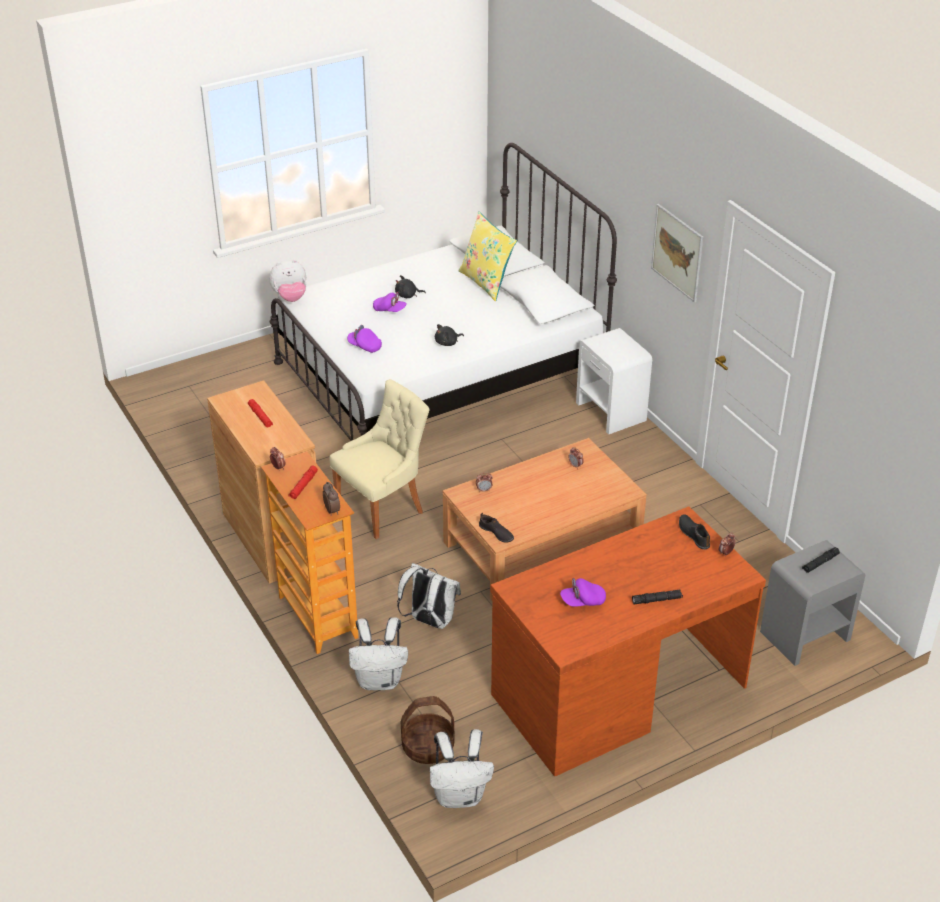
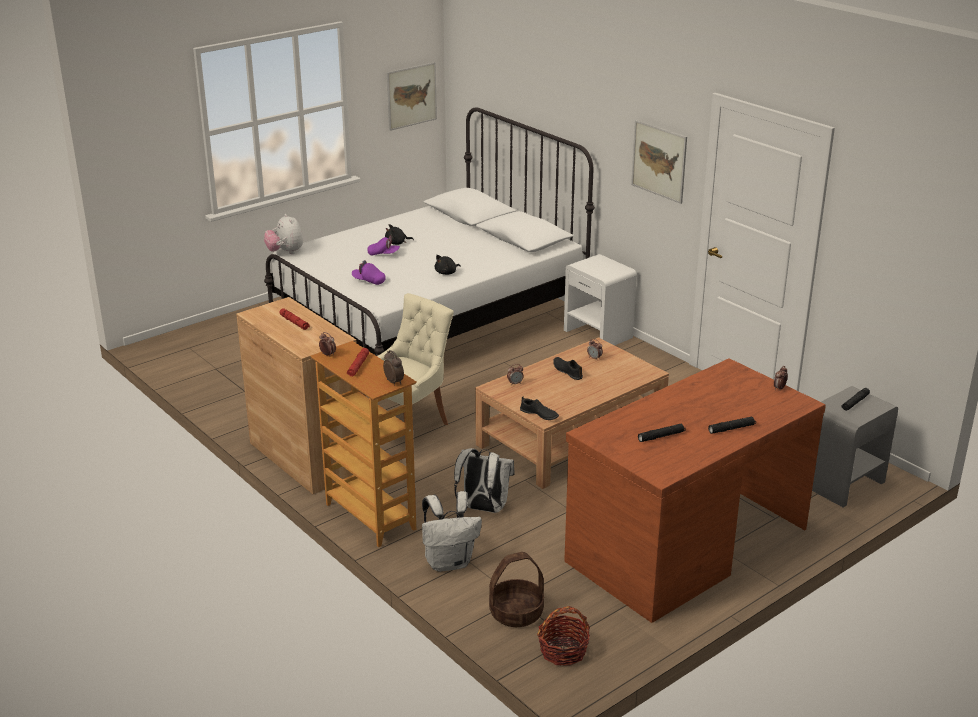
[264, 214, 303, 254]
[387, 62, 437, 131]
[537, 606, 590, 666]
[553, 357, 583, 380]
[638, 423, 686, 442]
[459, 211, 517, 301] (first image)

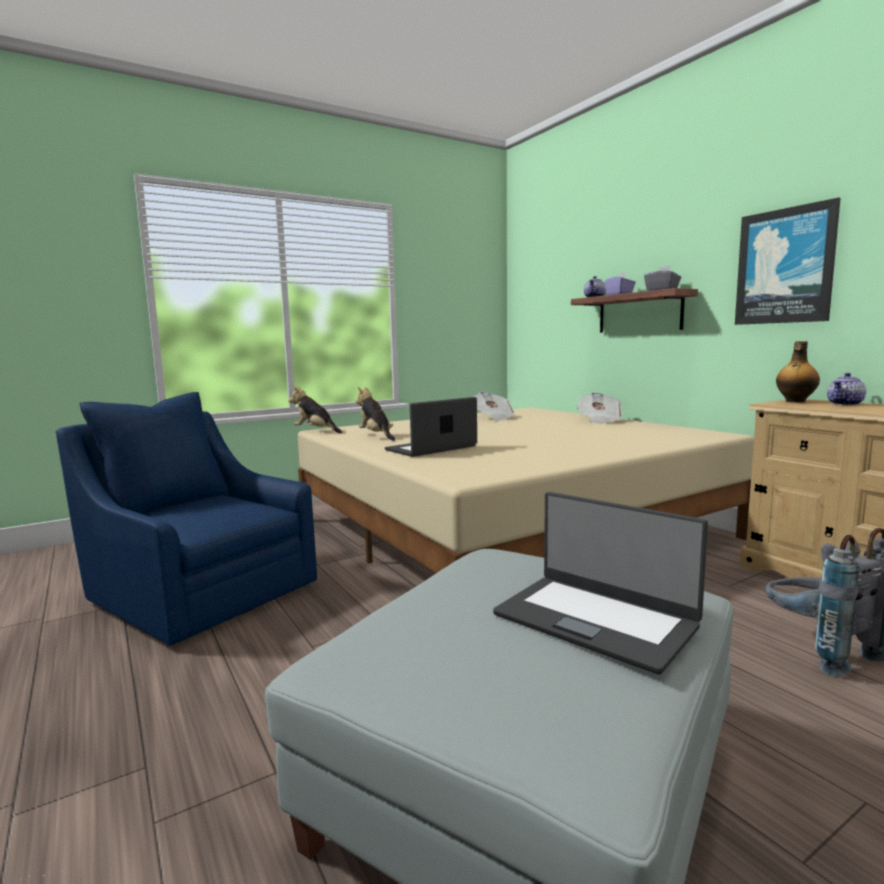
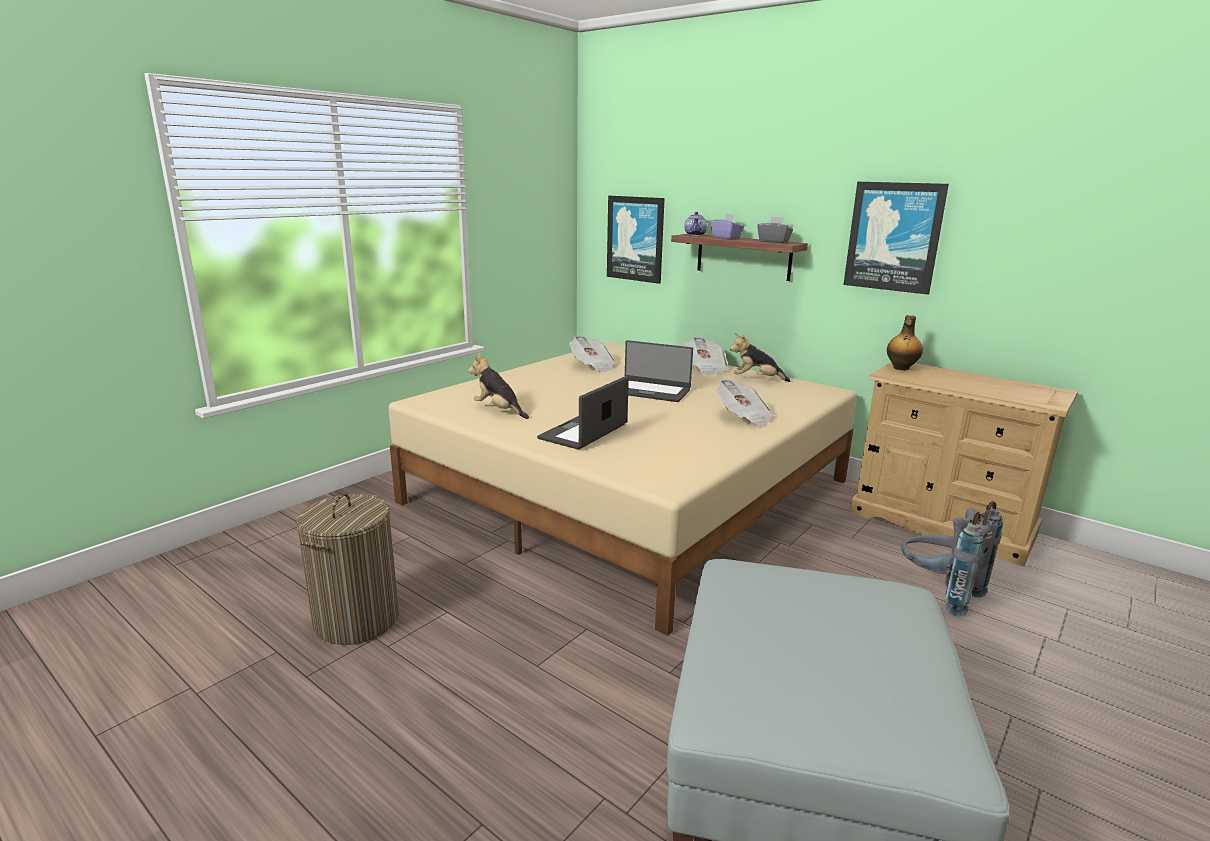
[296, 494, 399, 645]
[607, 196, 665, 284]
[625, 340, 693, 402]
[717, 379, 774, 428]
[730, 333, 790, 382]
[827, 373, 866, 406] (first image)

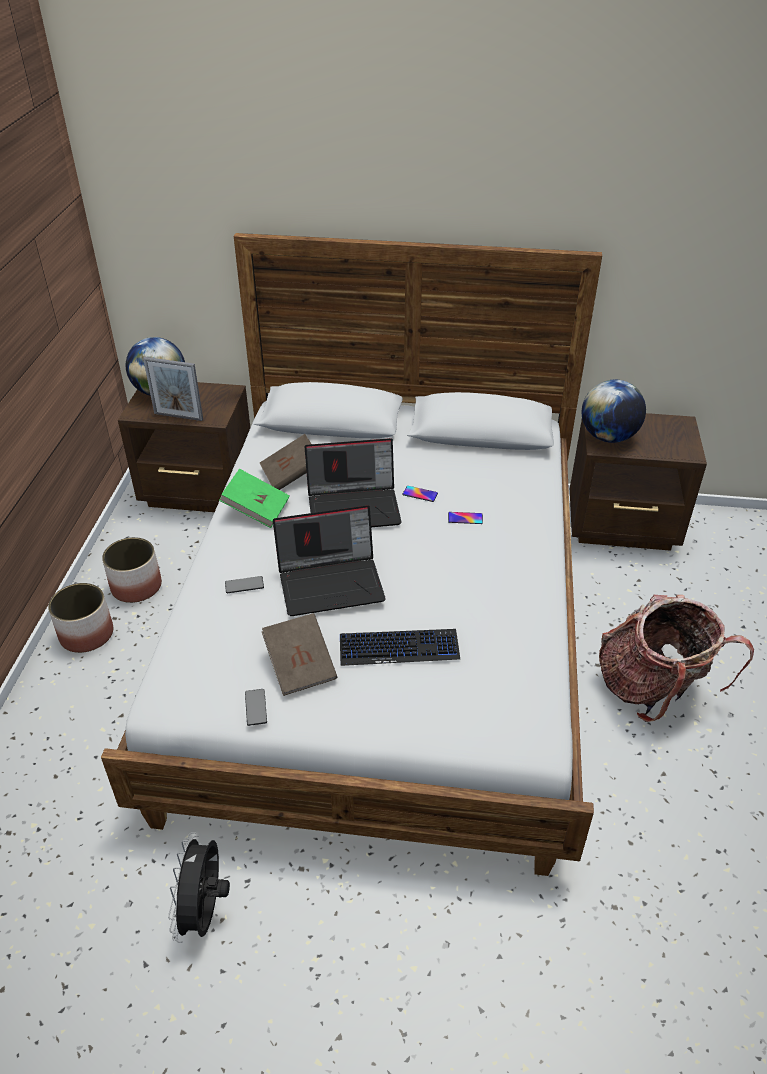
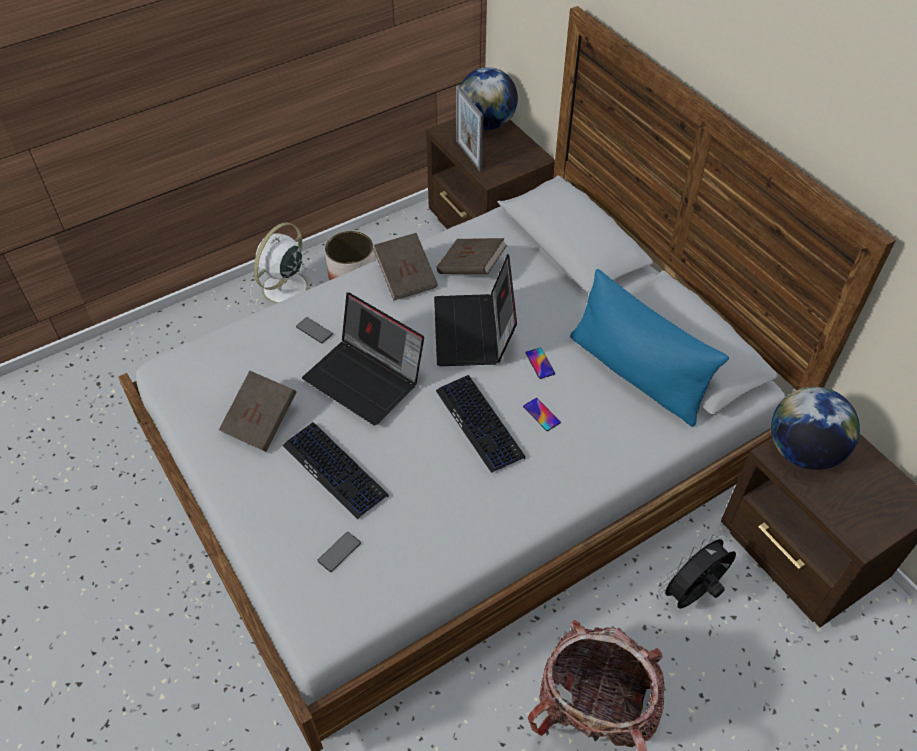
[250, 222, 317, 309]
[317, 532, 361, 572]
[373, 233, 438, 301]
[434, 254, 517, 366]
[436, 375, 525, 473]
[570, 269, 729, 427]
[658, 533, 736, 609]

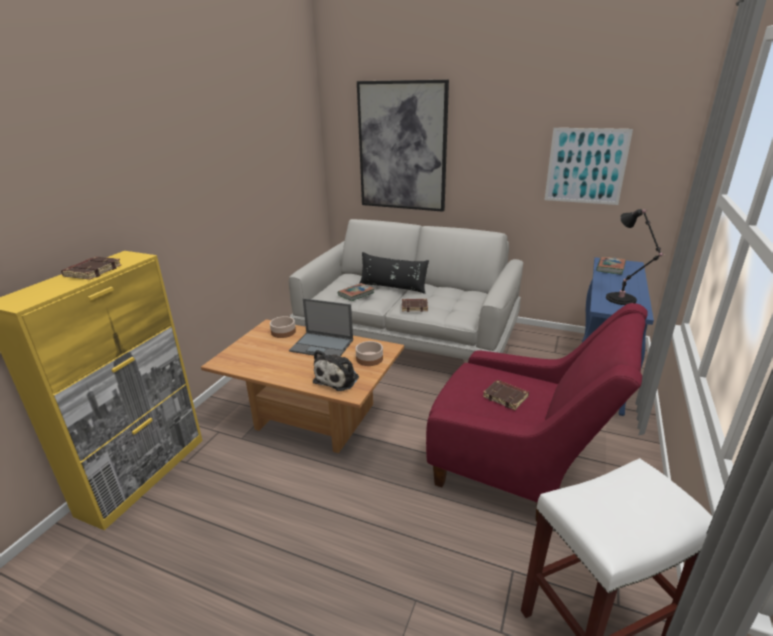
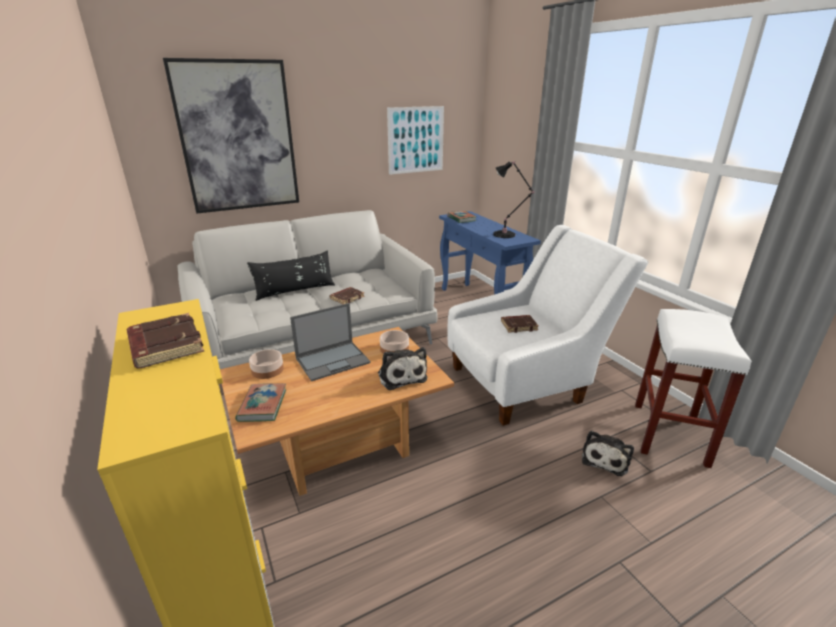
[235, 383, 286, 422]
[448, 225, 648, 426]
[582, 431, 634, 476]

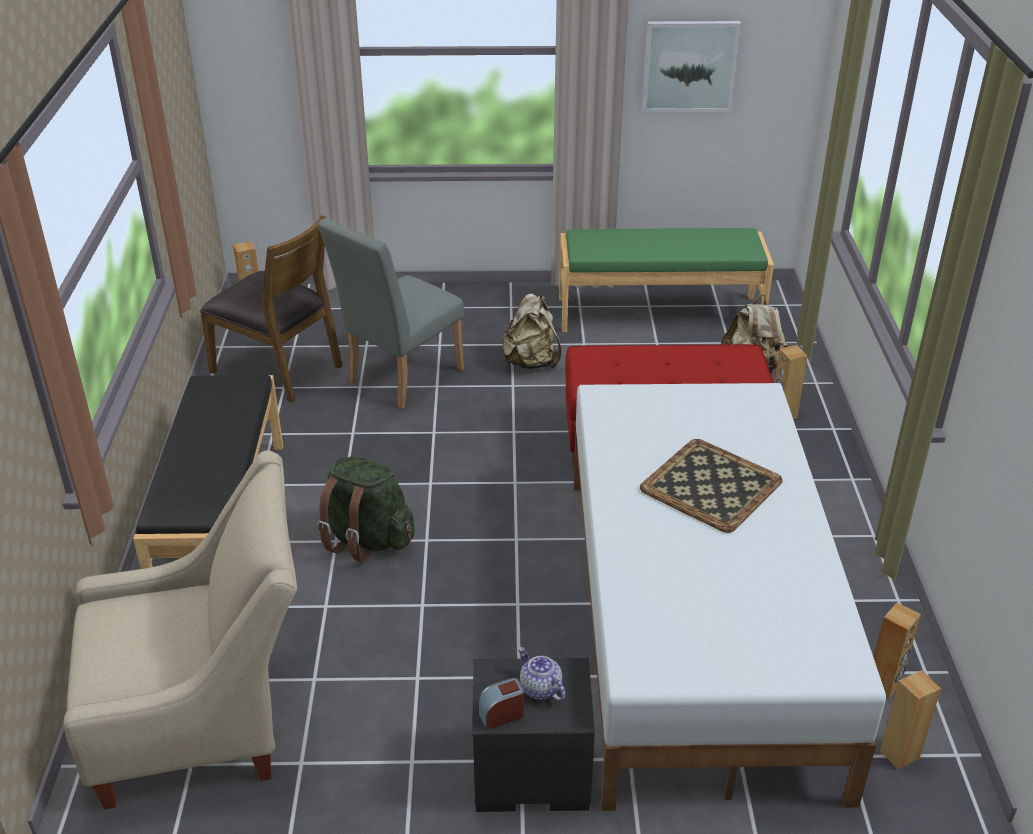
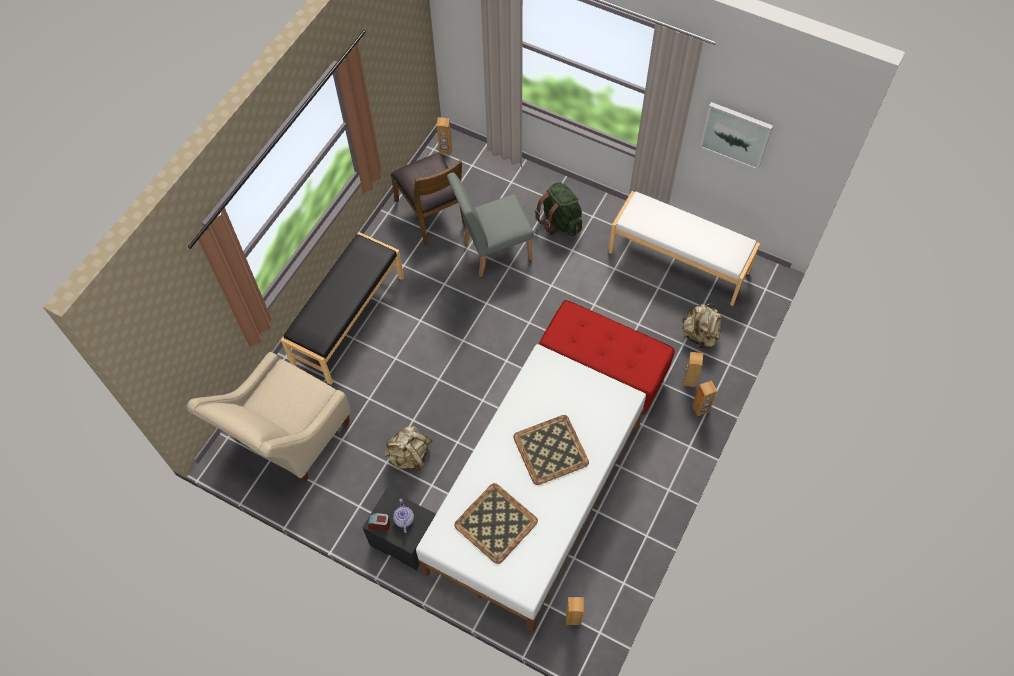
[186, 352, 351, 482]
[385, 426, 432, 471]
[454, 483, 538, 564]
[535, 182, 582, 236]
[608, 191, 760, 306]
[692, 381, 717, 416]

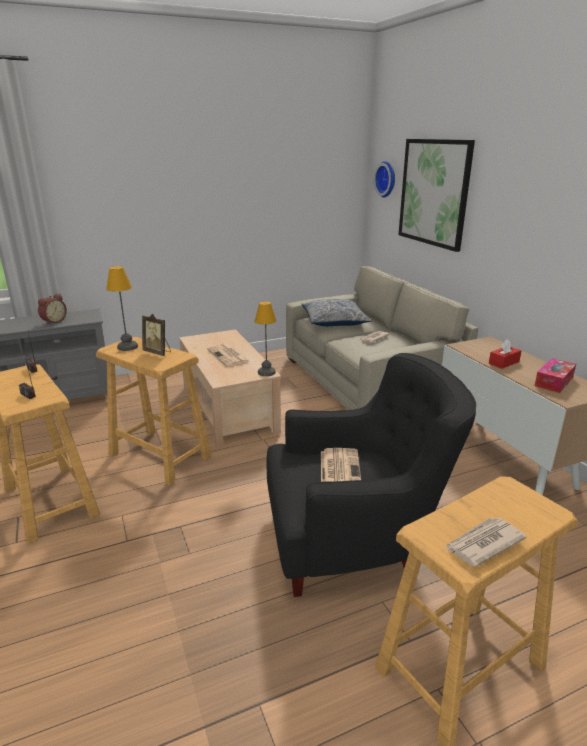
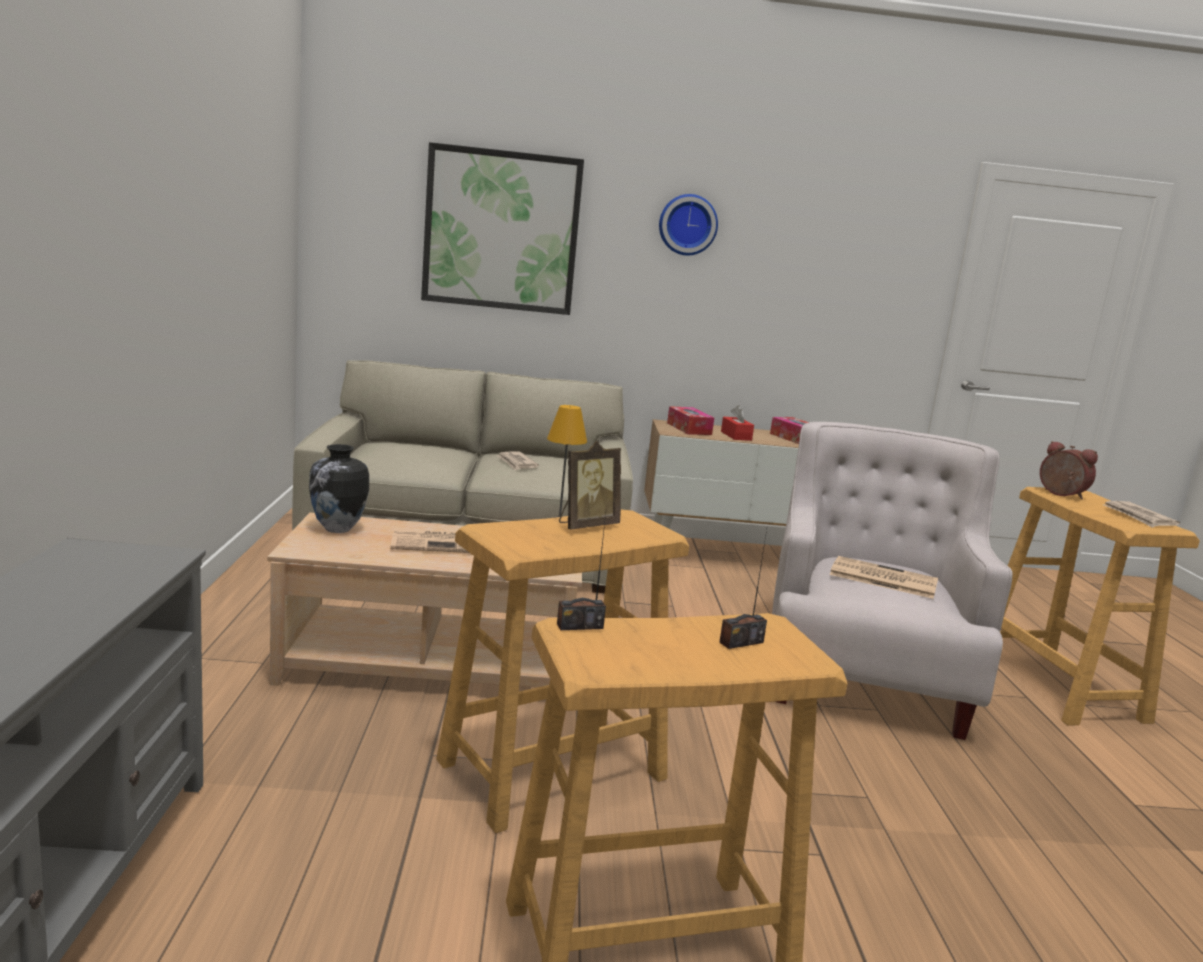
[309, 444, 369, 533]
[659, 194, 718, 255]
[667, 406, 714, 435]
[772, 422, 1013, 740]
[1040, 441, 1098, 499]
[106, 266, 138, 351] (first image)
[301, 299, 372, 326] (first image)

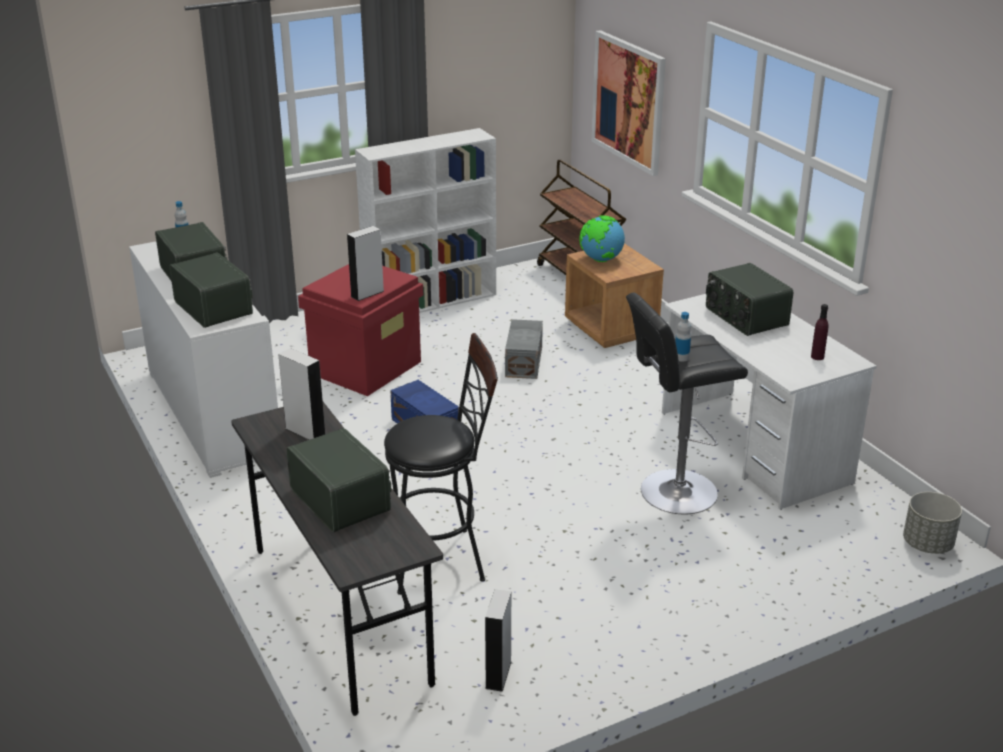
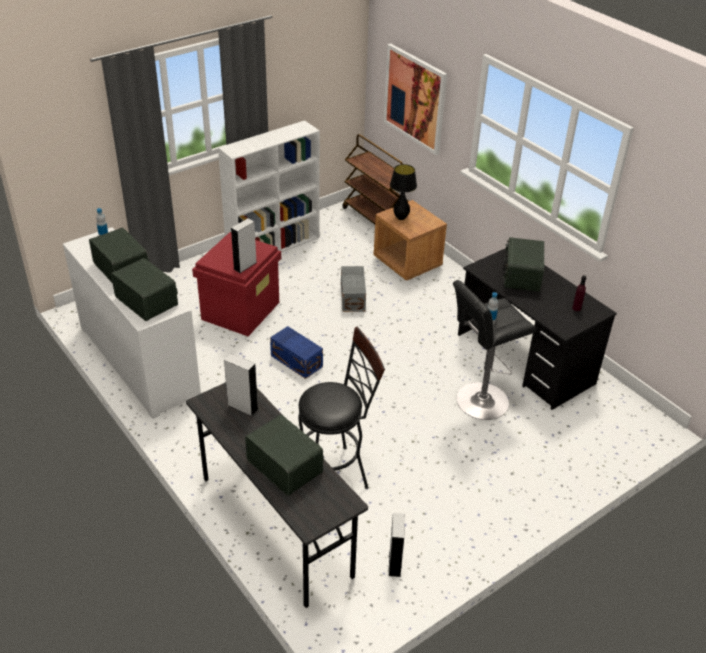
[390, 164, 417, 220]
[458, 248, 617, 410]
[502, 237, 544, 292]
[903, 492, 962, 554] (first image)

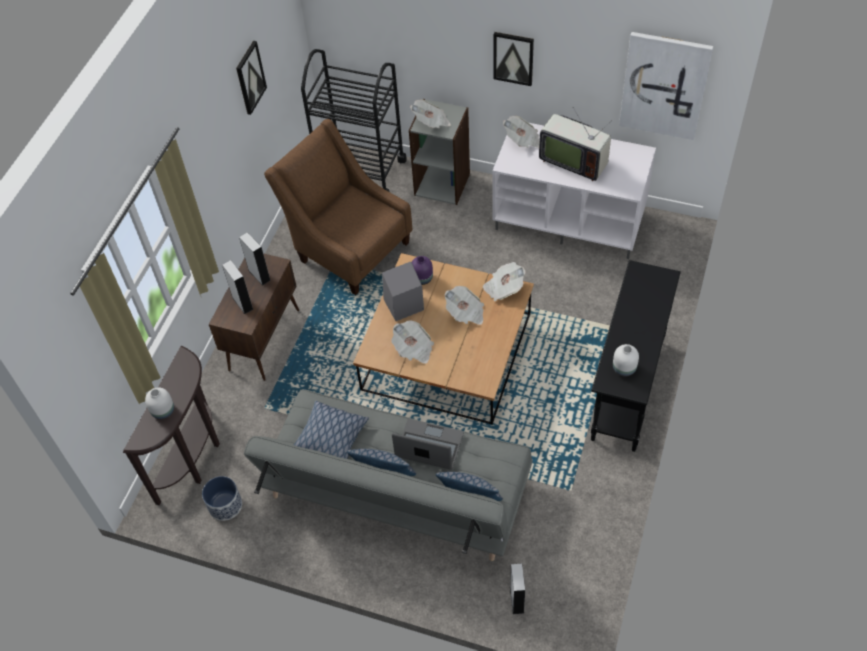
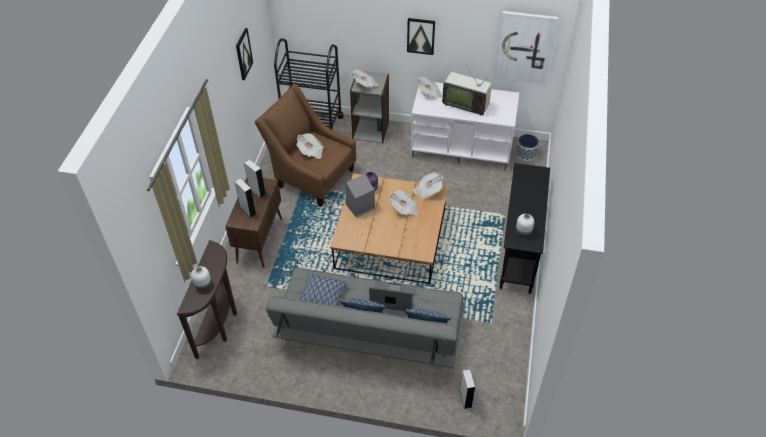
[296, 133, 324, 159]
[516, 134, 539, 161]

